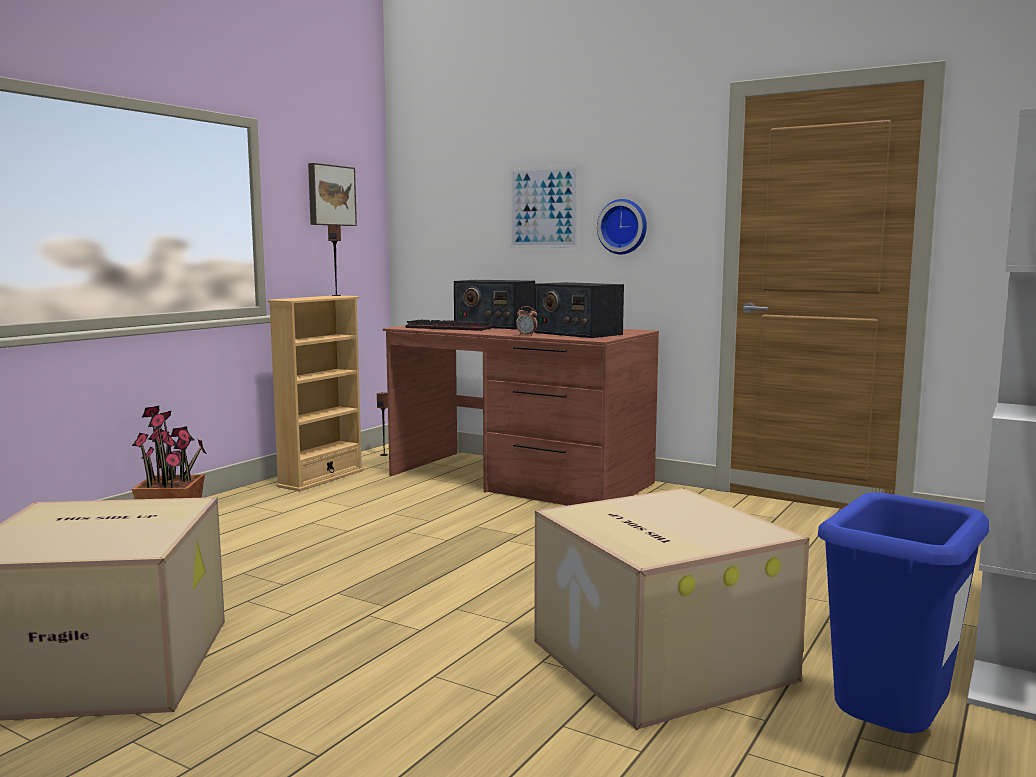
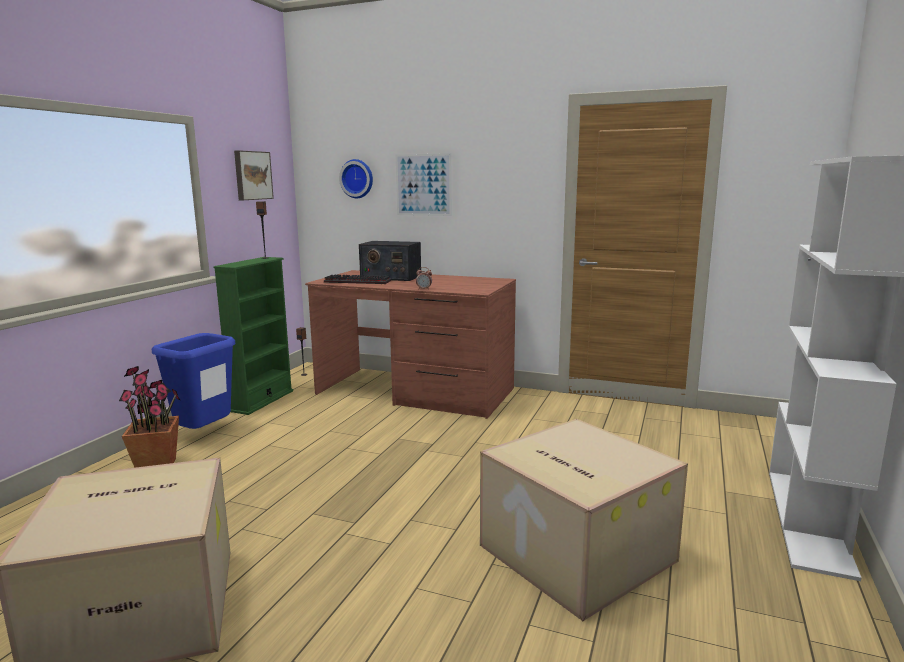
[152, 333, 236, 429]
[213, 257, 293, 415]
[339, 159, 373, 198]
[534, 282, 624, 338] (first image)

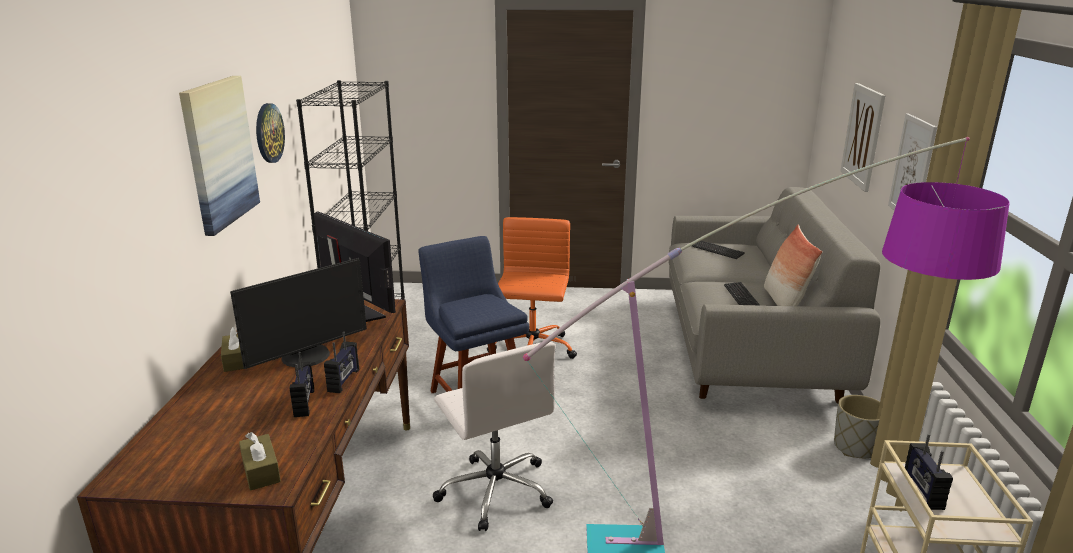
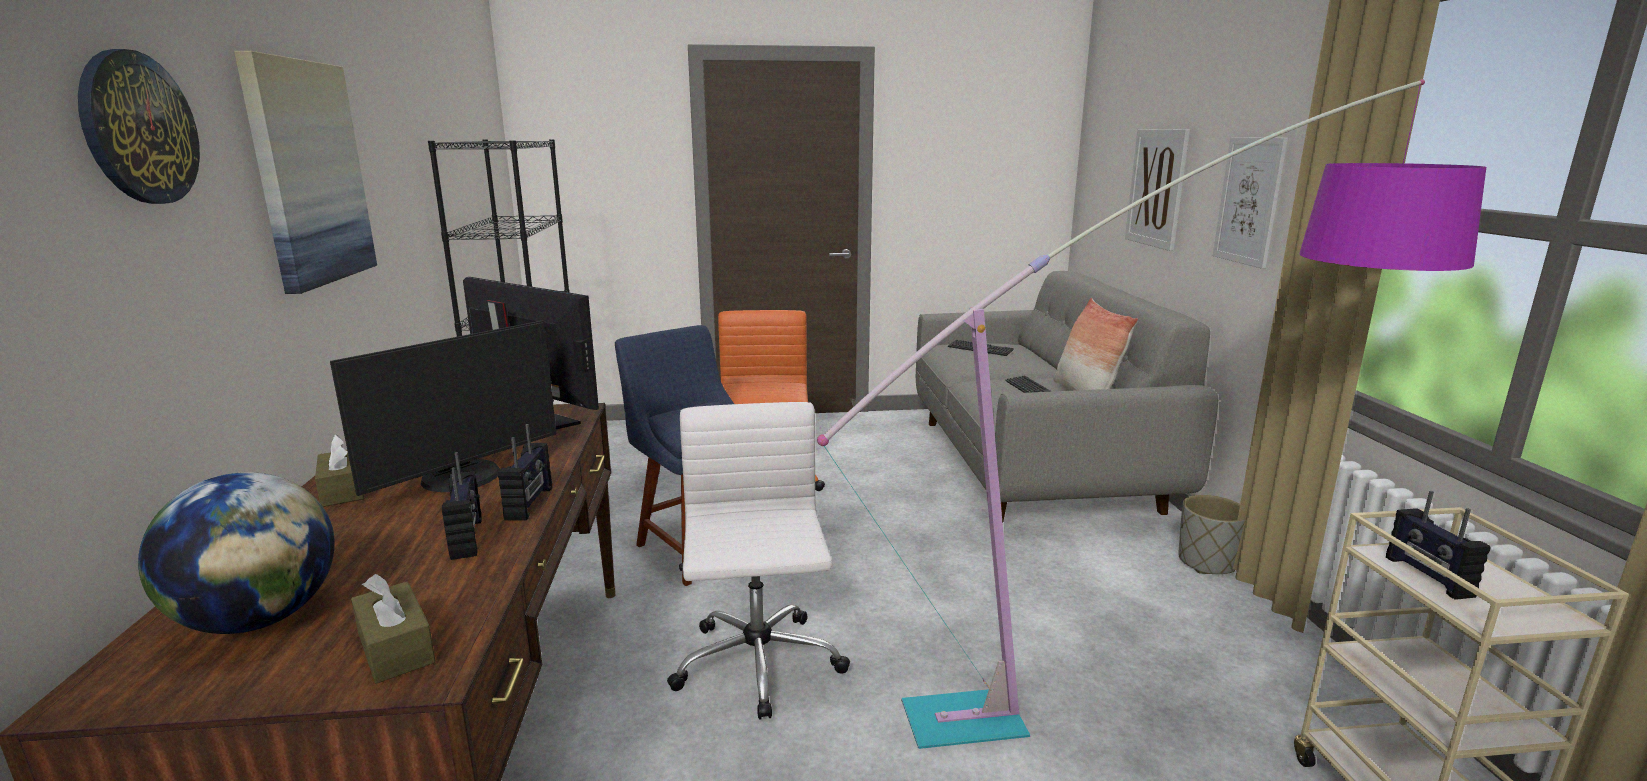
[78, 49, 200, 204]
[138, 472, 335, 634]
[667, 402, 850, 719]

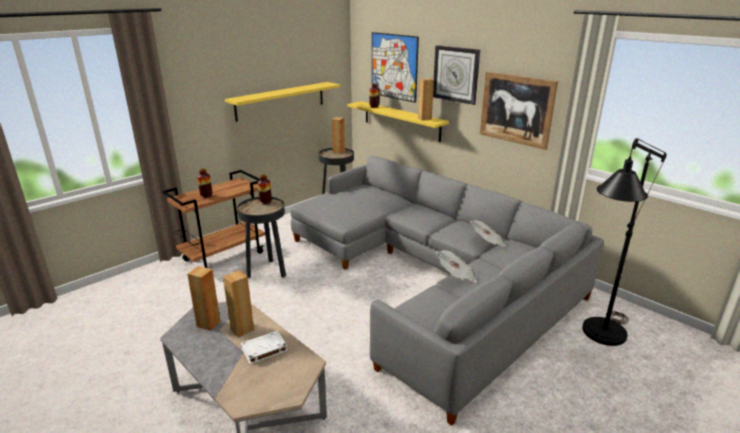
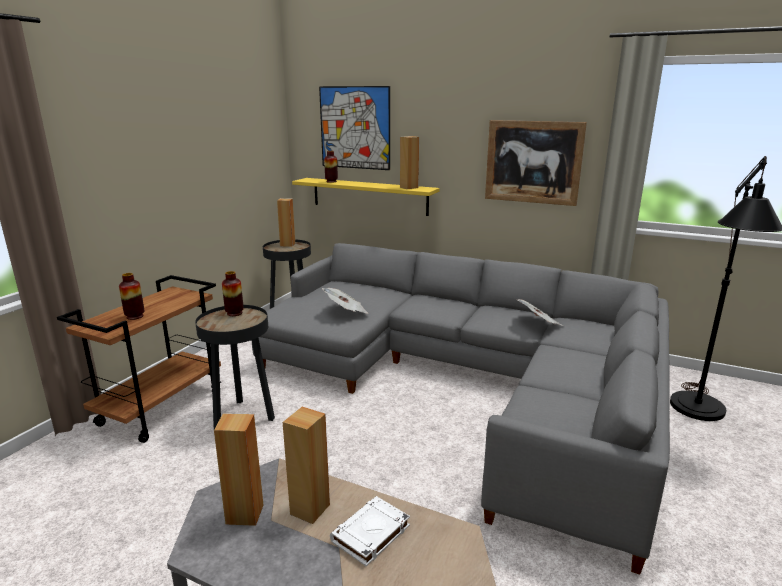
[322, 288, 368, 314]
[225, 82, 340, 122] (first image)
[433, 45, 480, 105] (first image)

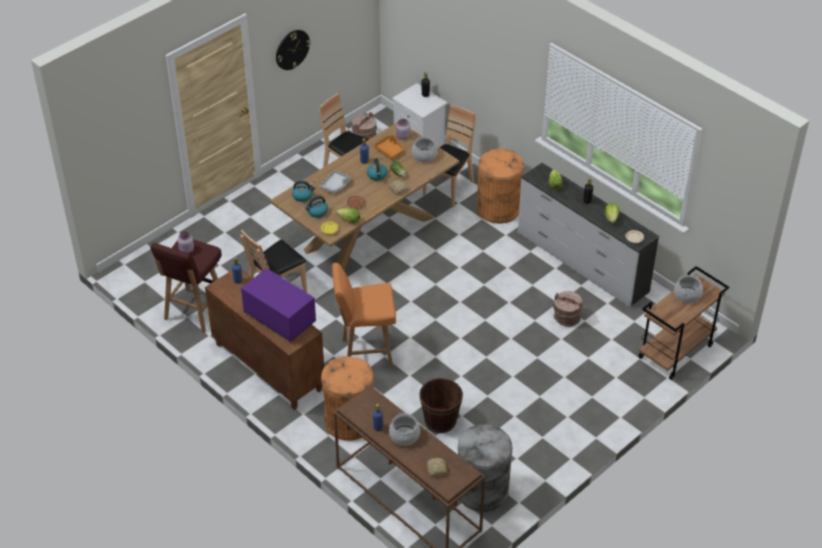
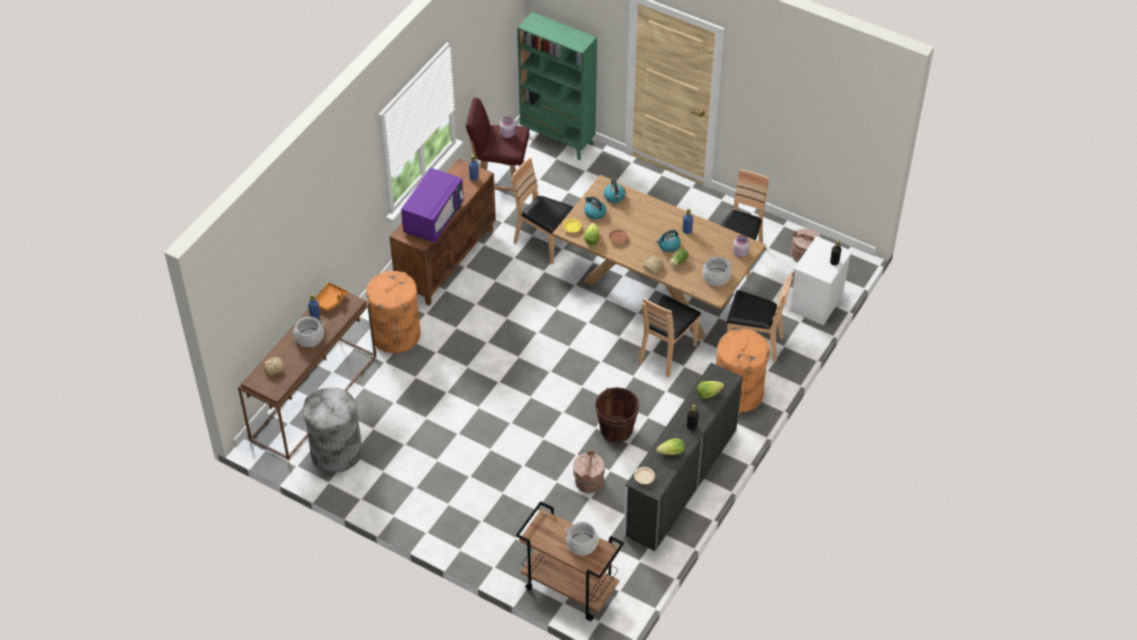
[314, 282, 348, 311]
[517, 12, 597, 160]
[595, 387, 639, 443]
[638, 295, 701, 377]
[276, 30, 311, 70] (first image)
[319, 170, 352, 194] (first image)
[332, 263, 396, 370] (first image)

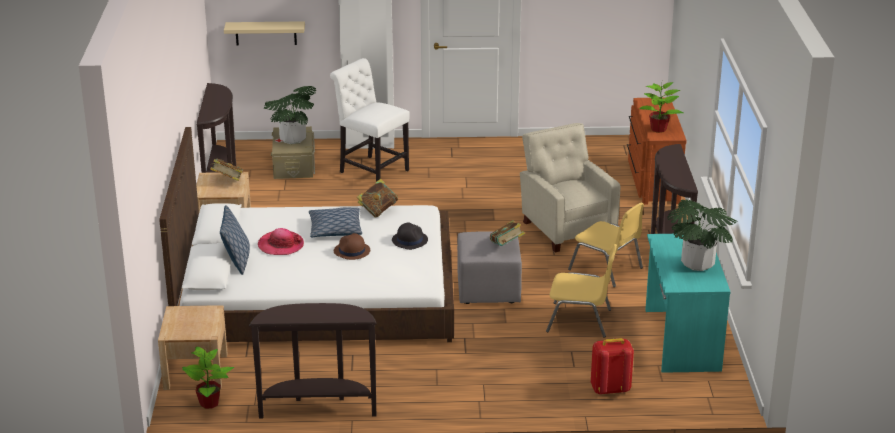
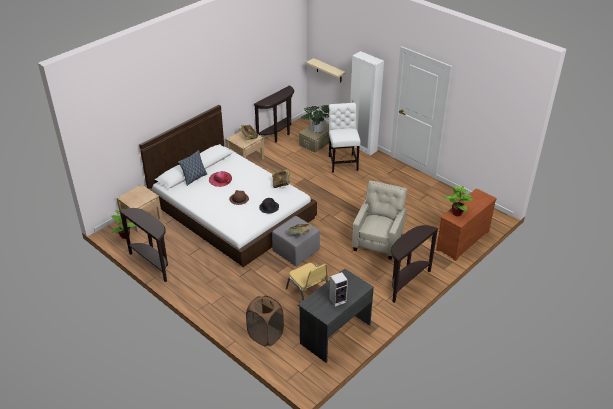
[246, 296, 284, 346]
[298, 268, 374, 363]
[330, 272, 348, 307]
[309, 207, 362, 238] (first image)
[568, 203, 644, 287] (first image)

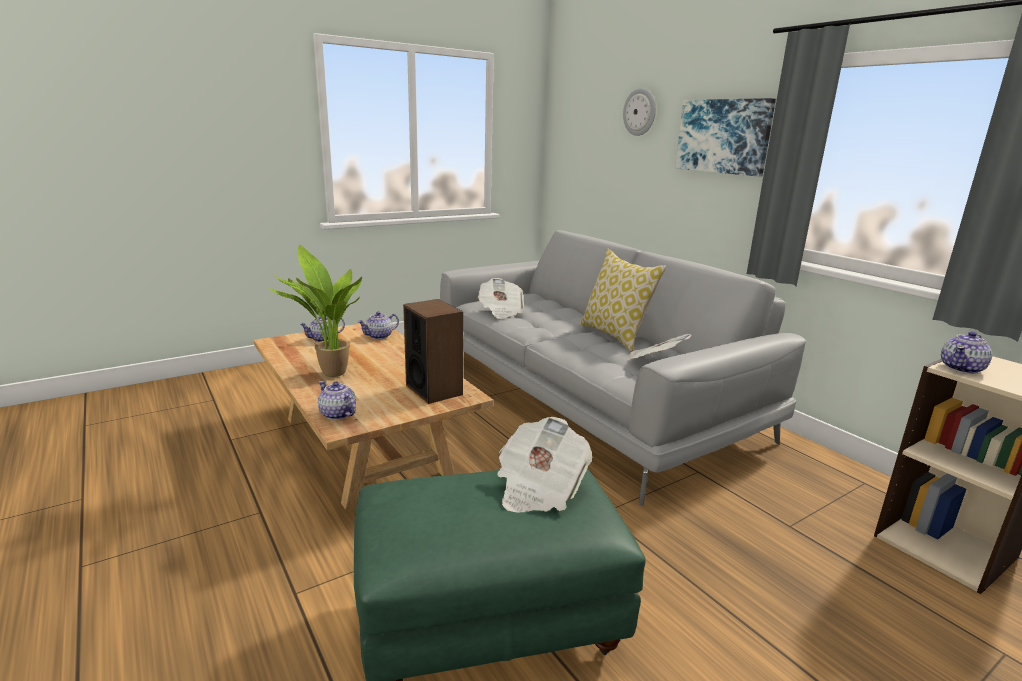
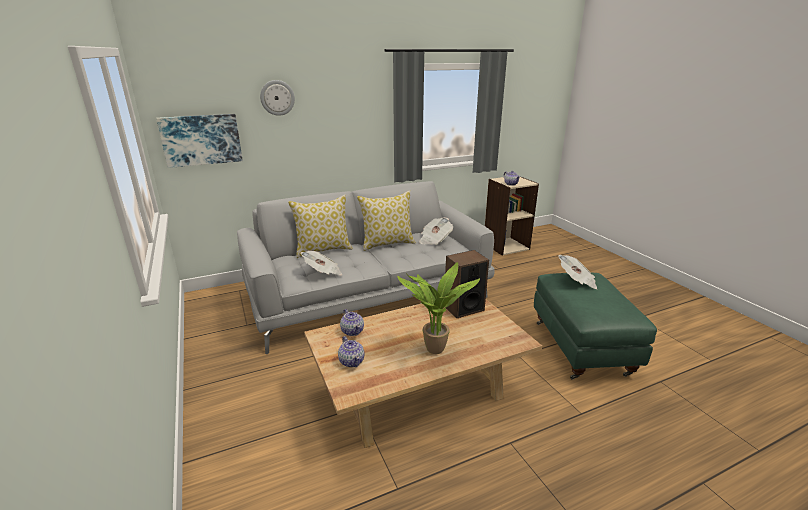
[156, 114, 243, 168]
[288, 195, 353, 258]
[318, 381, 356, 420] (first image)

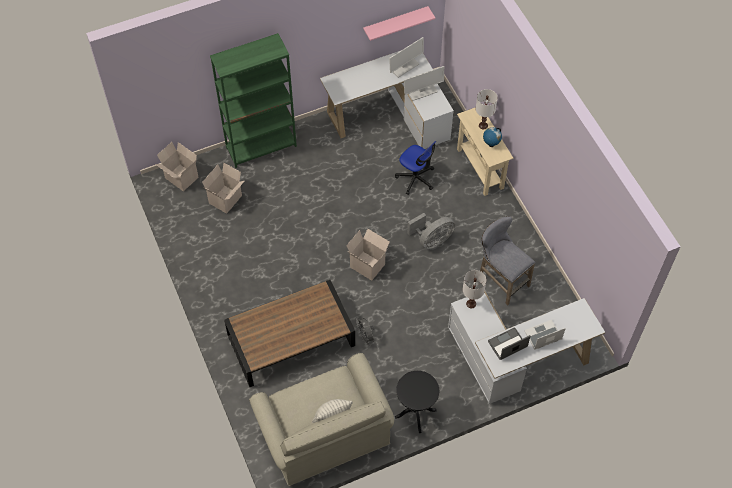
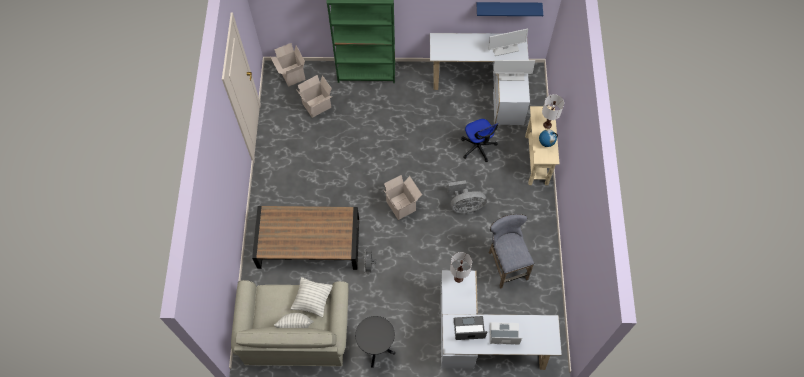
[291, 277, 333, 317]
[476, 2, 543, 16]

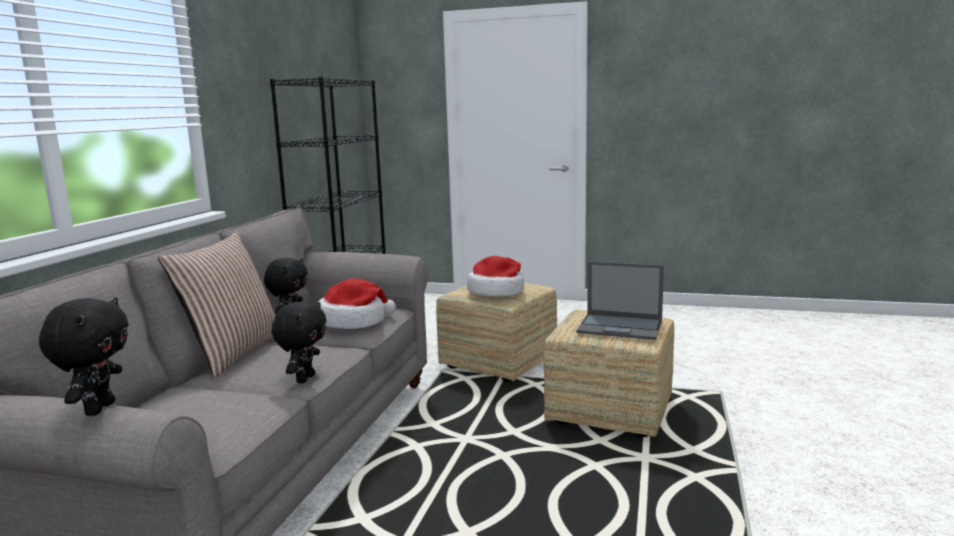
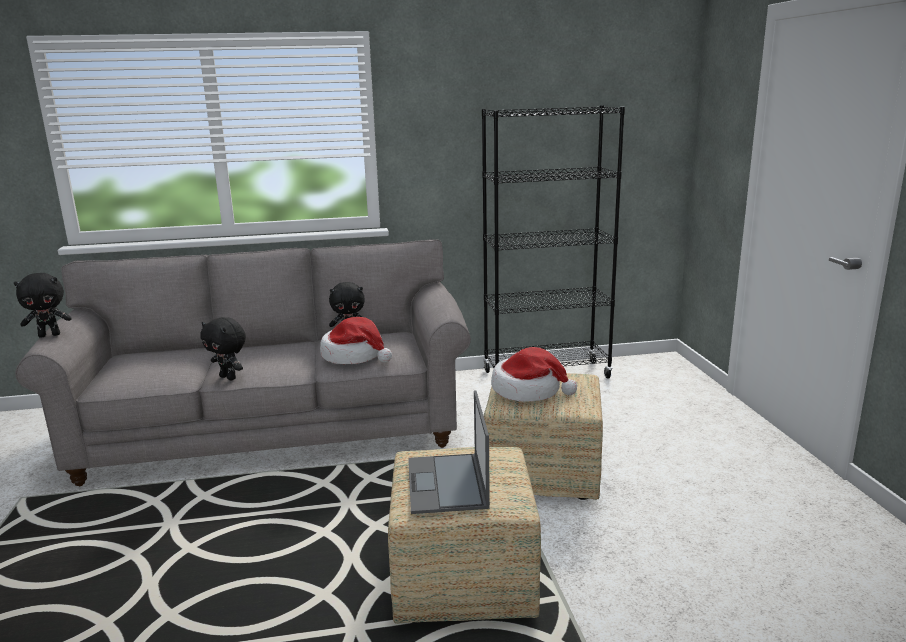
[200, 317, 246, 380]
[158, 231, 275, 378] (first image)

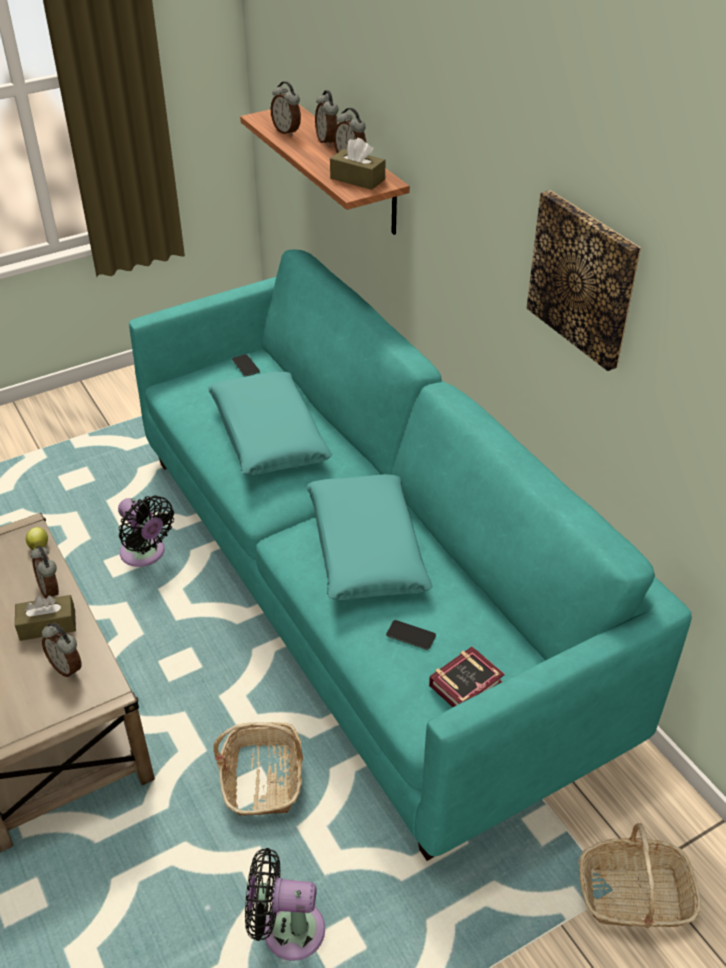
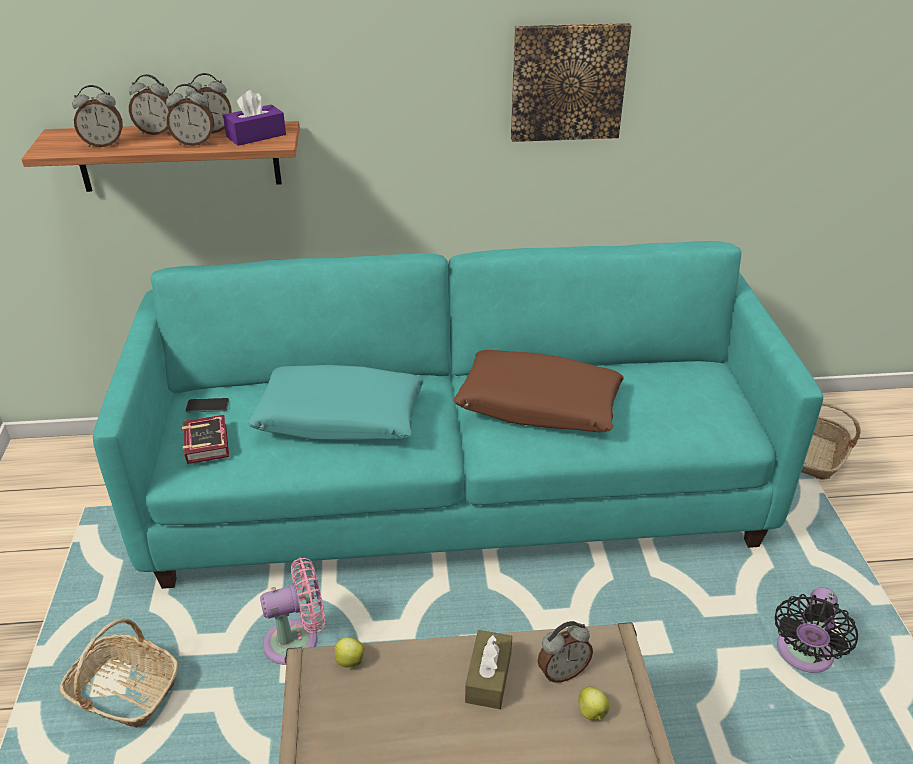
[60, 618, 179, 728]
[166, 84, 214, 146]
[182, 415, 229, 464]
[223, 90, 286, 146]
[260, 557, 325, 665]
[453, 350, 624, 432]
[578, 686, 609, 721]
[386, 620, 436, 650] (first image)

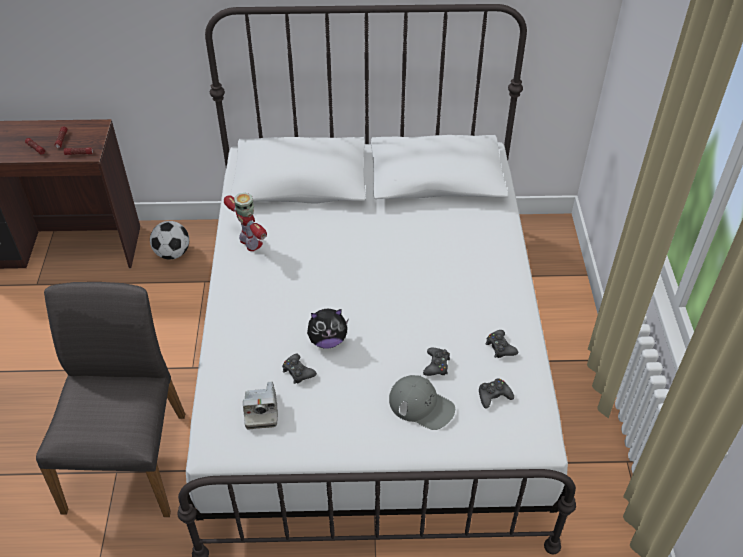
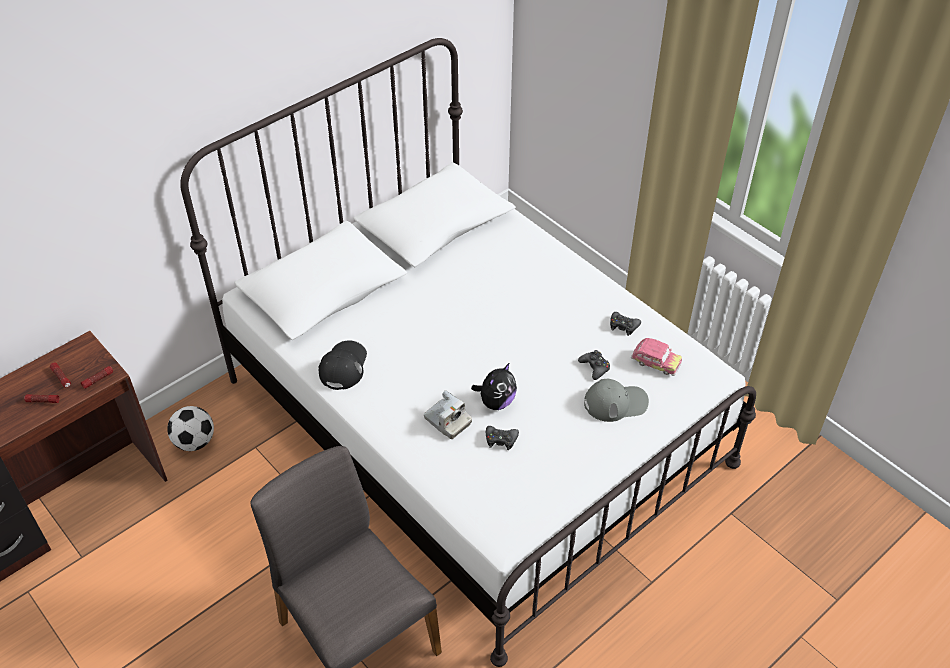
[319, 340, 367, 390]
[424, 390, 472, 439]
[631, 338, 682, 376]

